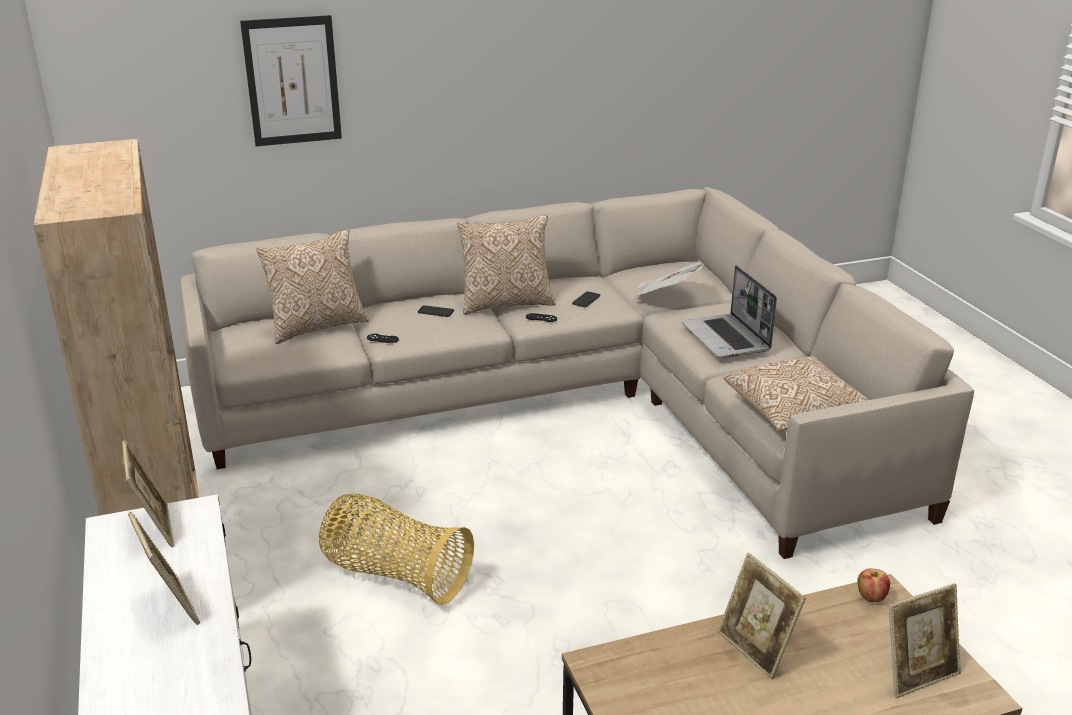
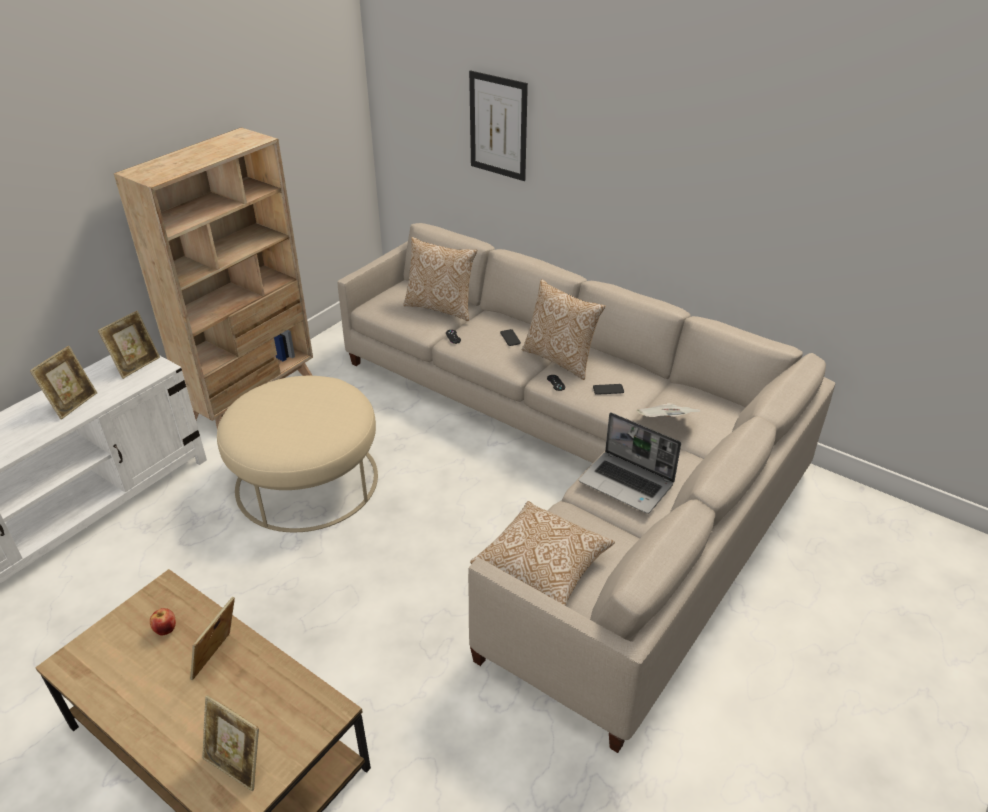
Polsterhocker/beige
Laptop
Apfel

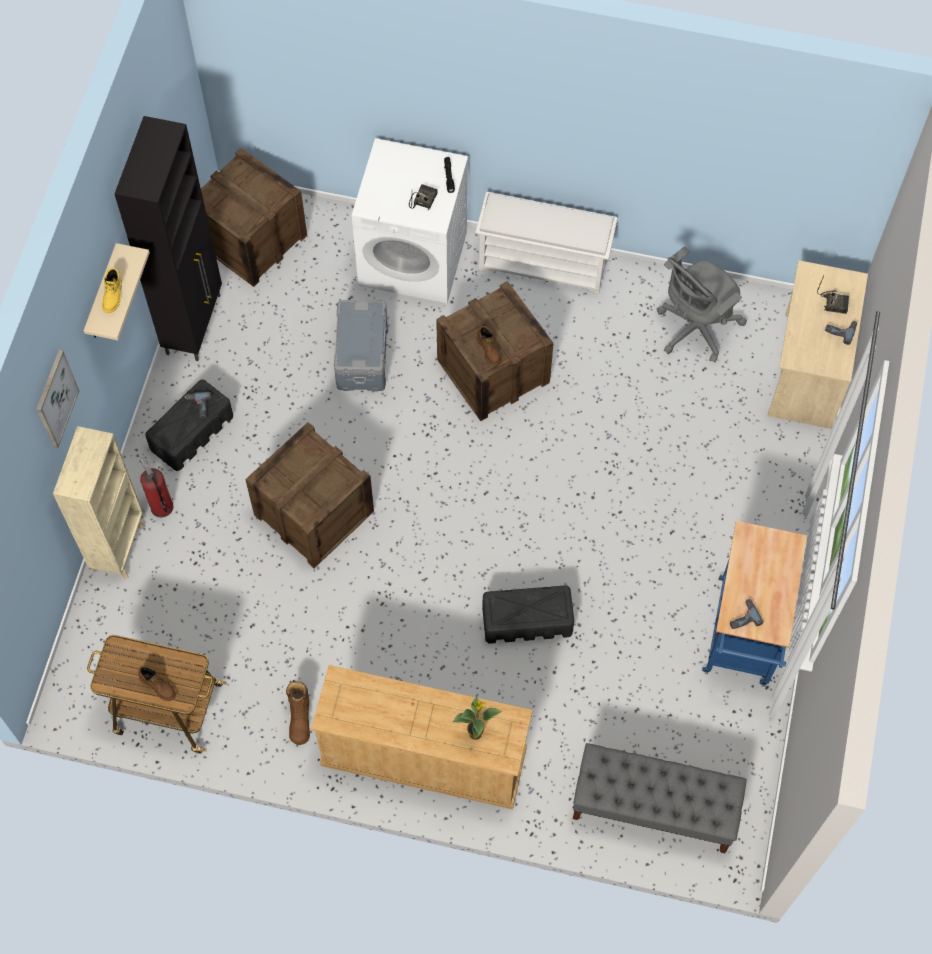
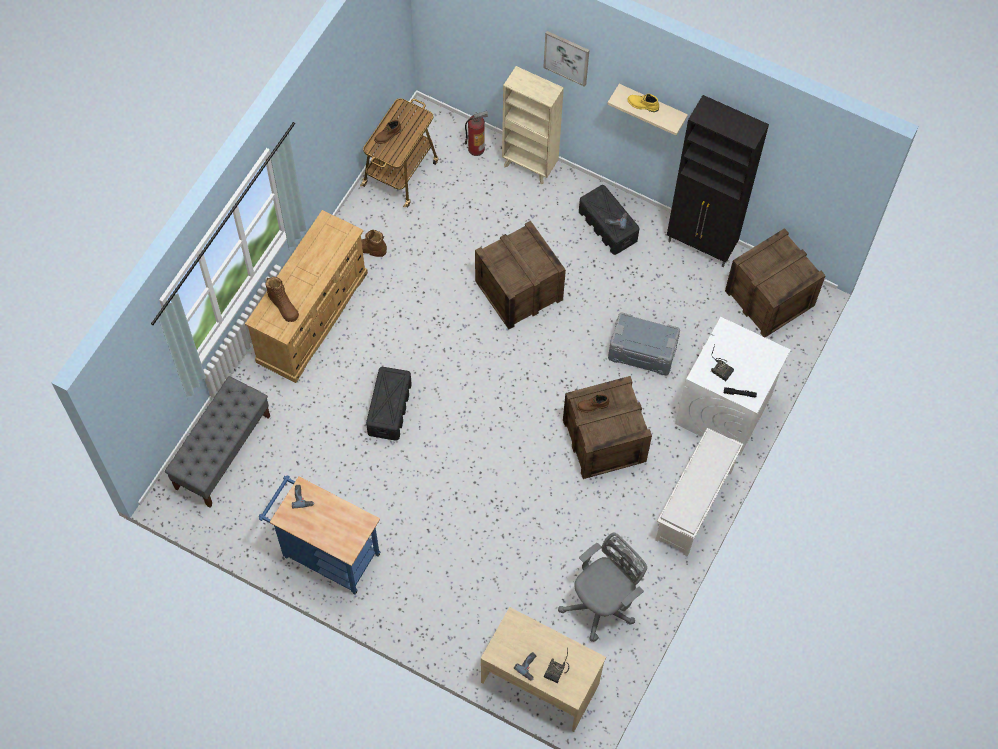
Feuerlöscher
Stiefel/braun (no. 1 from left)
Bürostuhl/grau

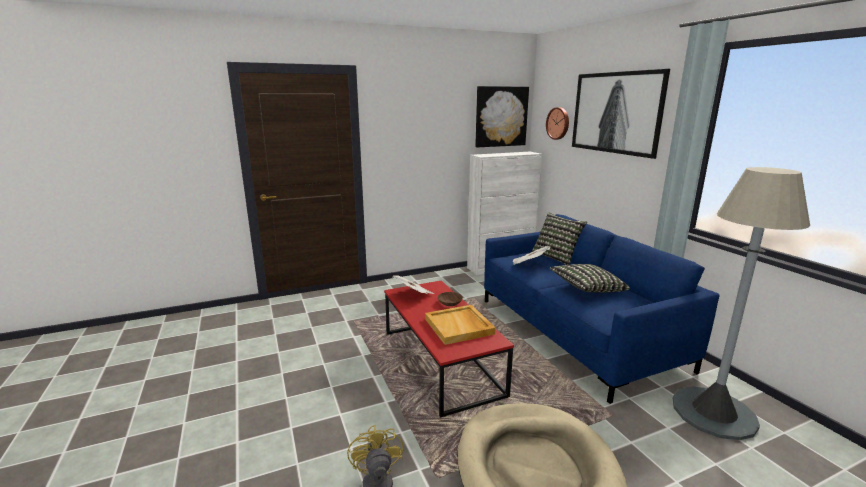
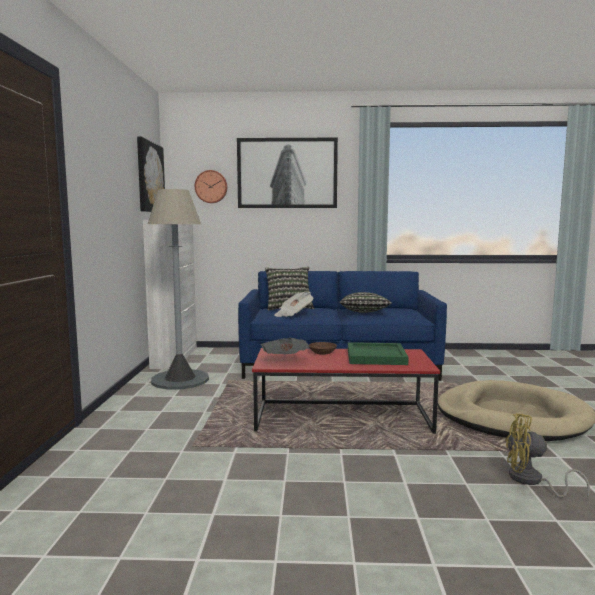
Tablett/grün
Stehlampe/grau

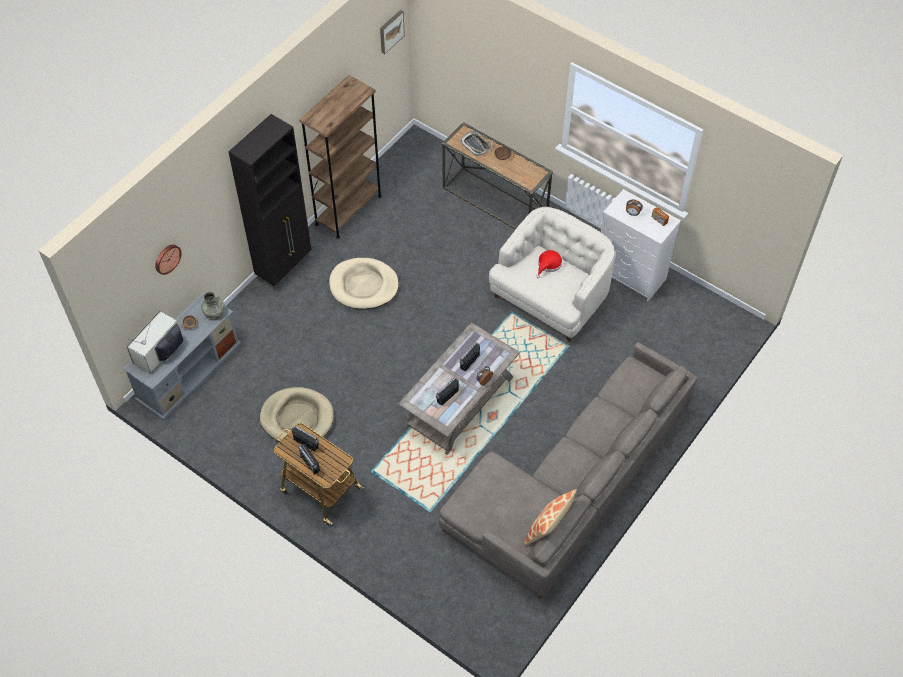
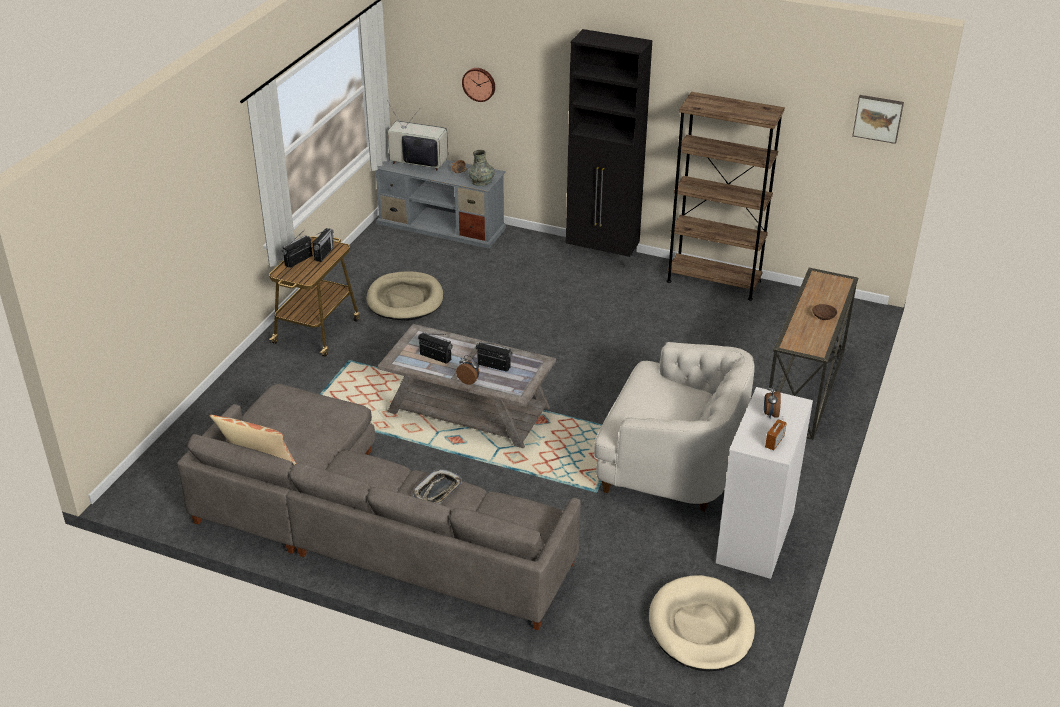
Hundebett/beige (no. 2 from left)
Tablett
Hut/rot

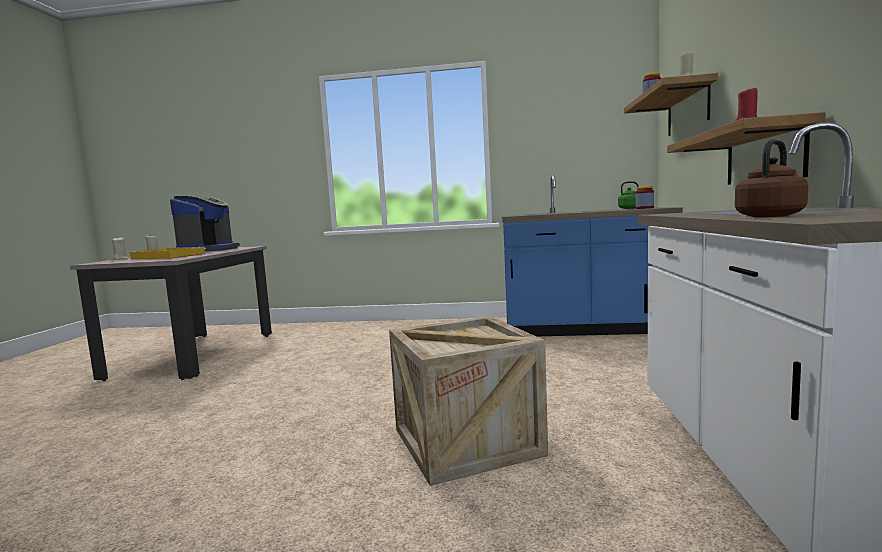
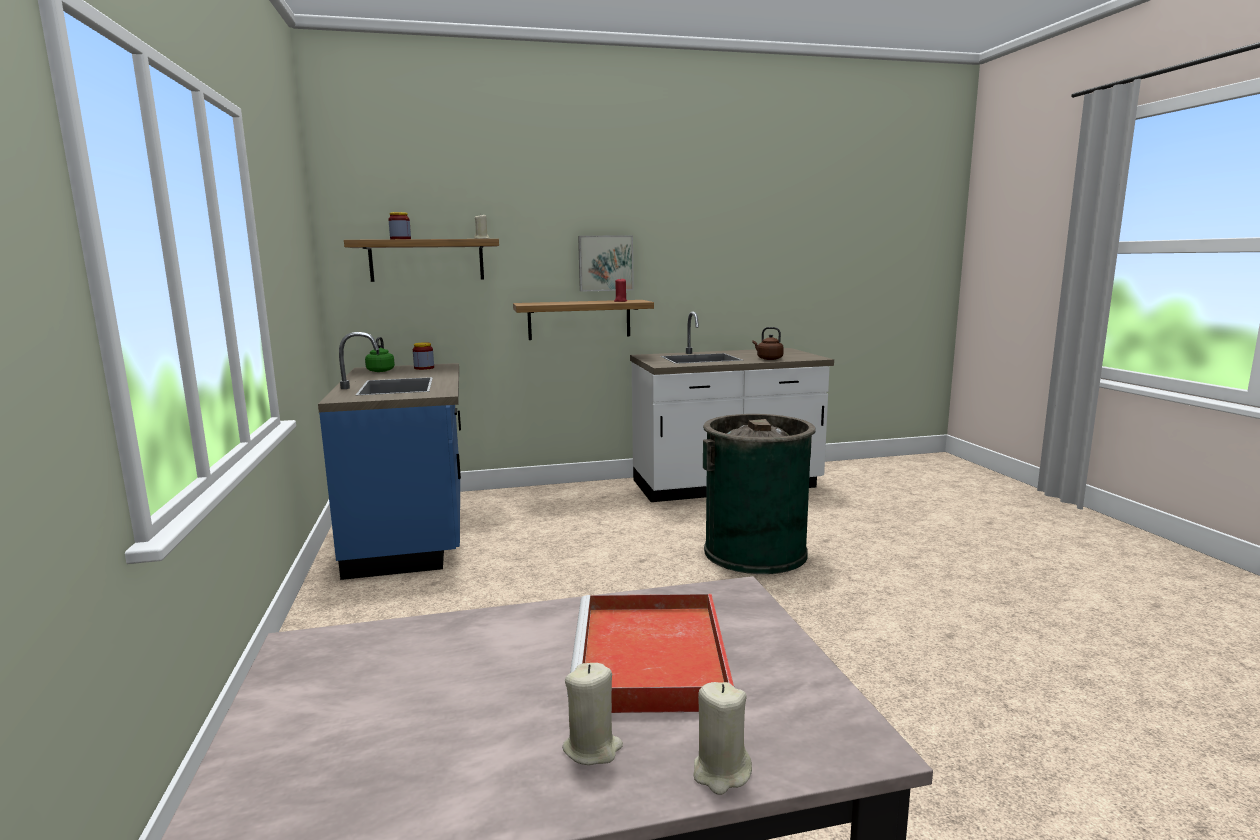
Tablett/rot
Kaffeemaschine
Mülleimer/grün
Bild

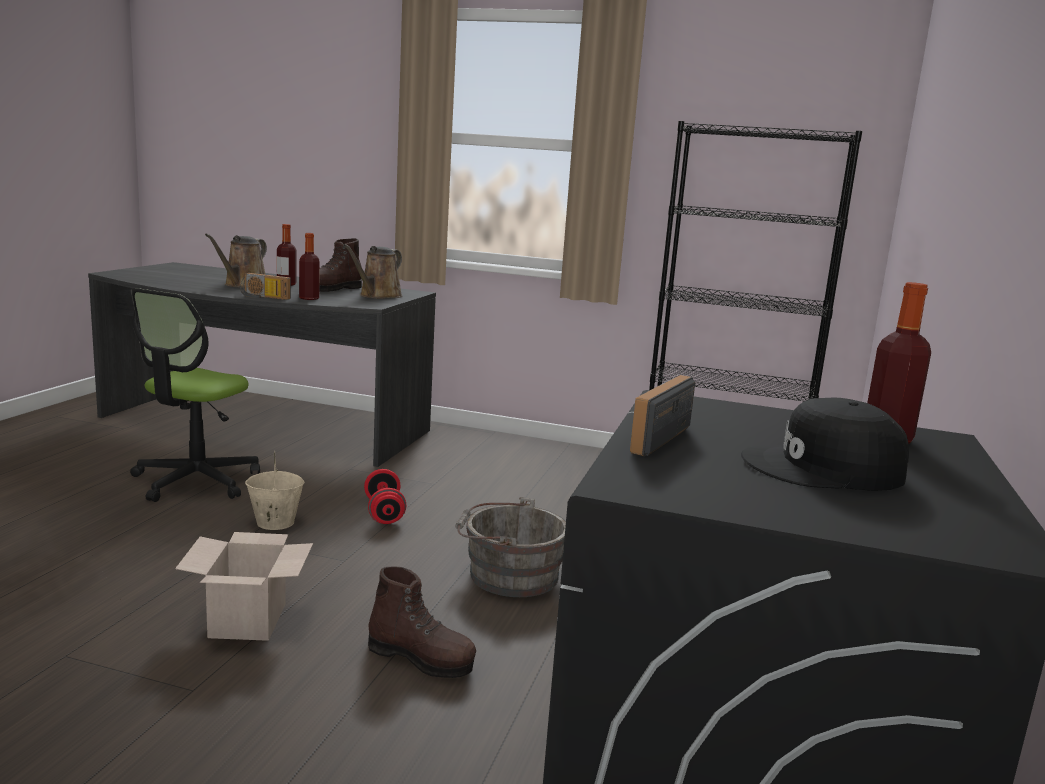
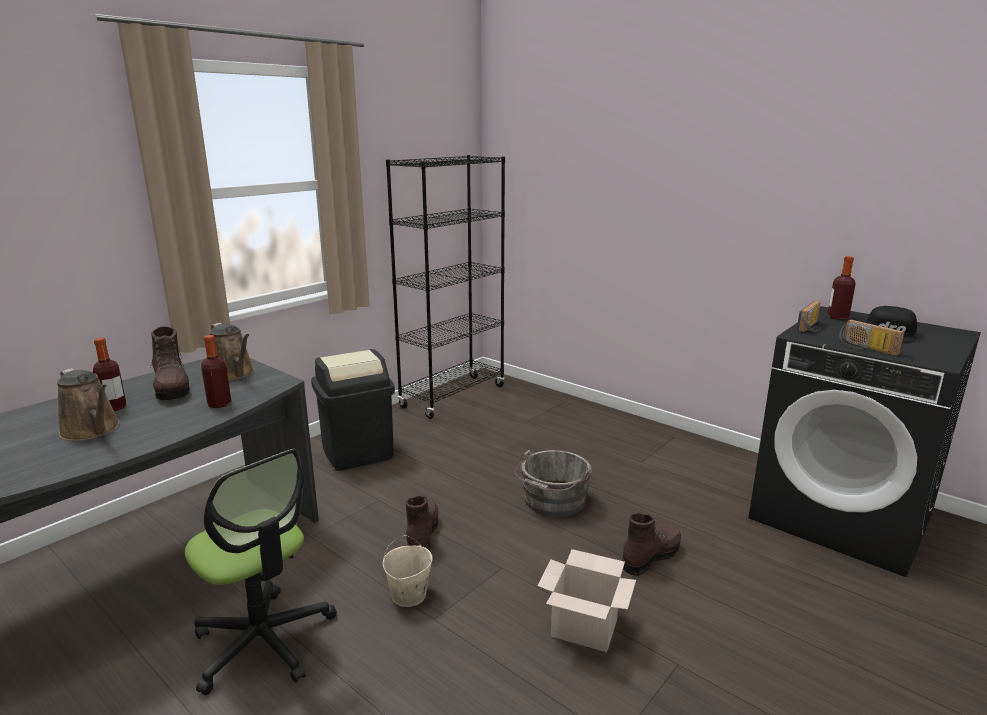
Radio (no. 1 from left)
Stiefel/braun (no. 2 from left)
Mülleimer/schwarz

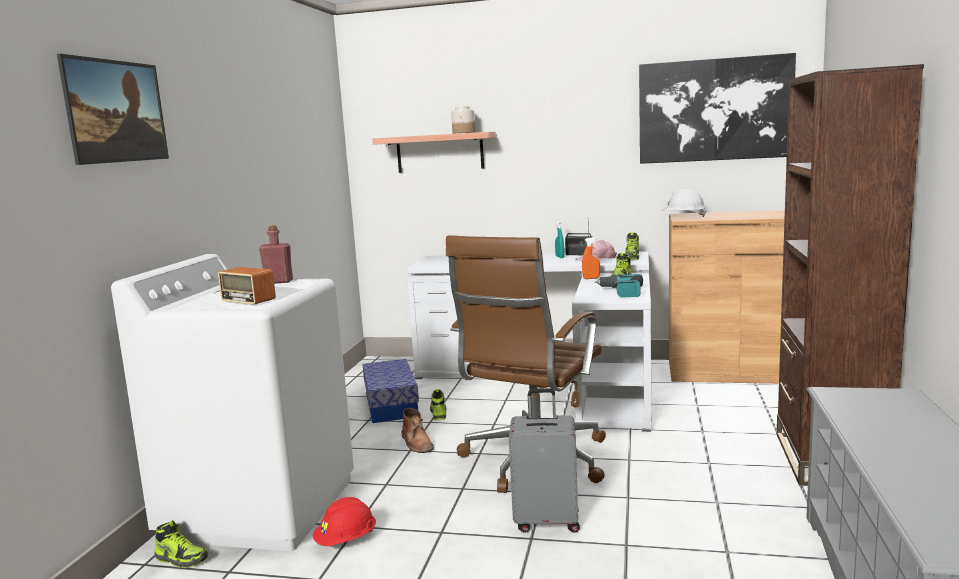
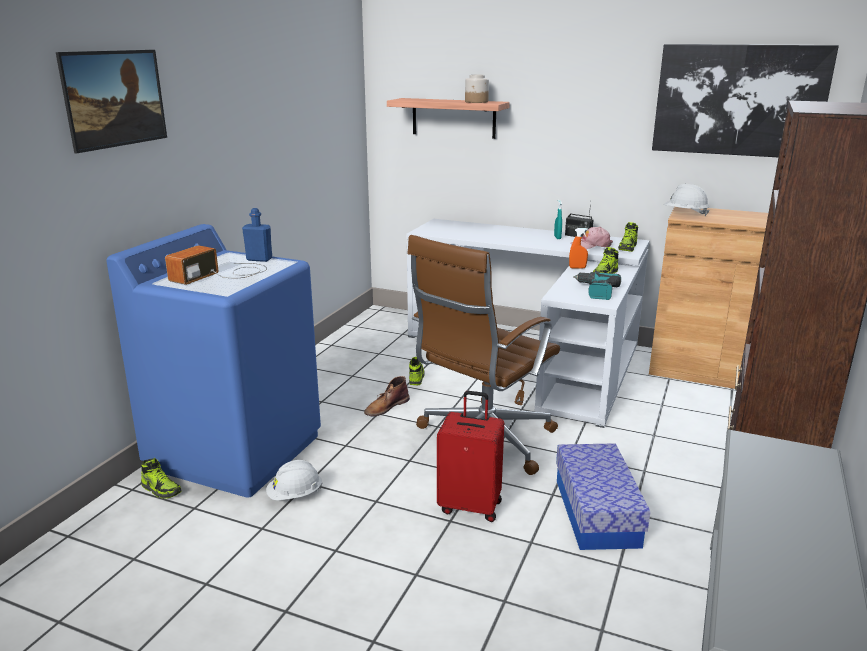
Waschmaschine/blau
Radio (no. 1 from left)
Flasche/blau
Schutzhelm/weiß (no. 1 from left)
Aufbewahrungsbox
Stiefel/braun
Koffer/rot

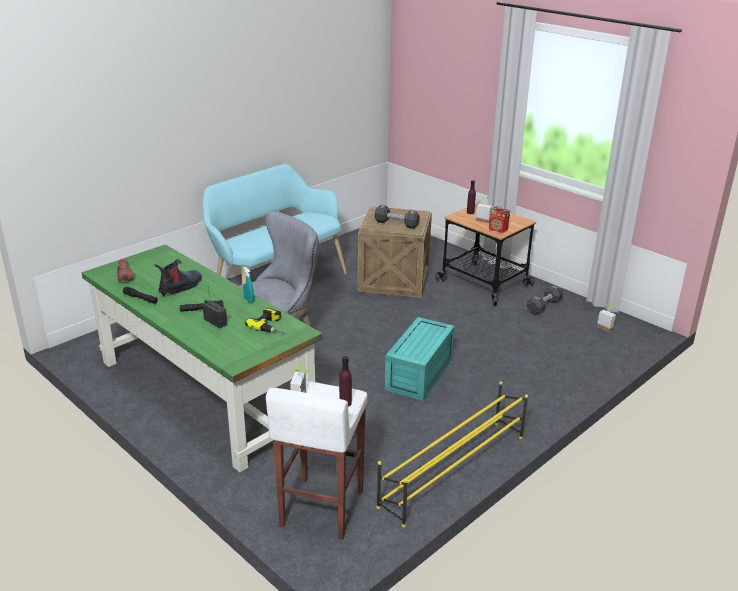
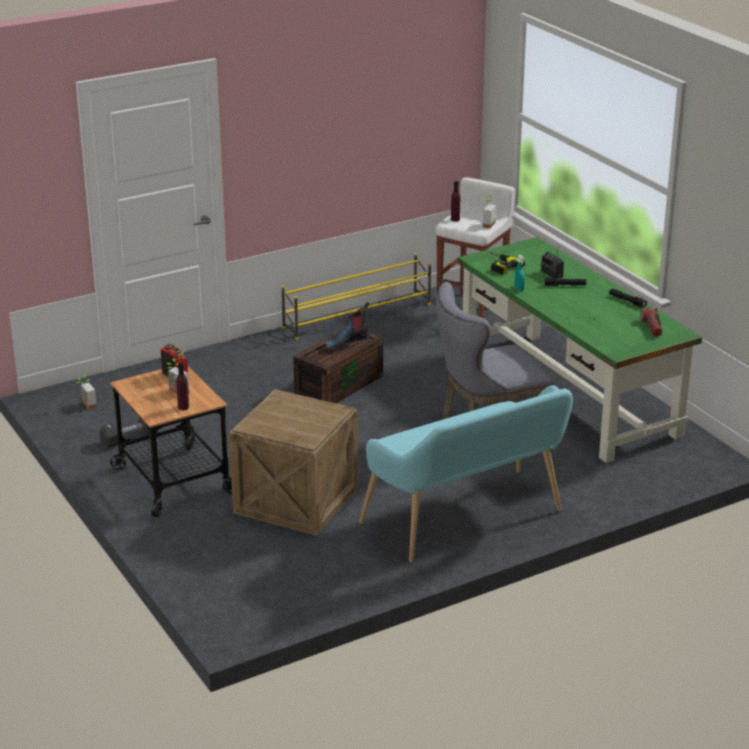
Stiefel
Hantel/schwarz (no. 1 from left in the first image)
Aufbewahrungsbox/braun

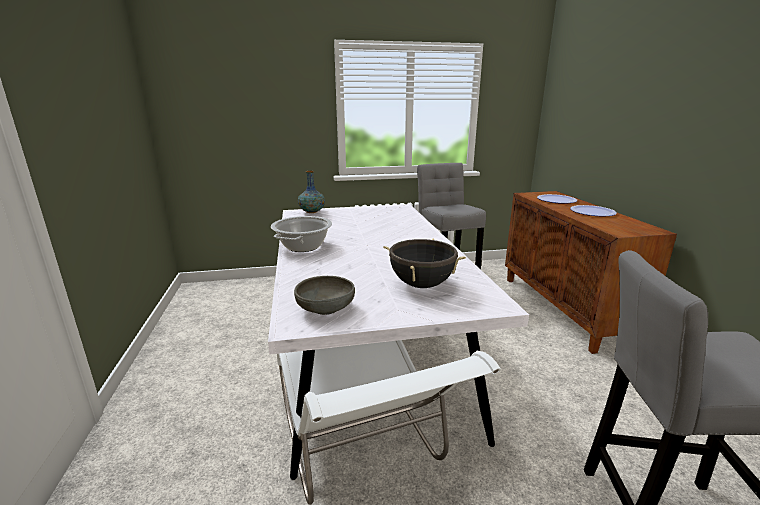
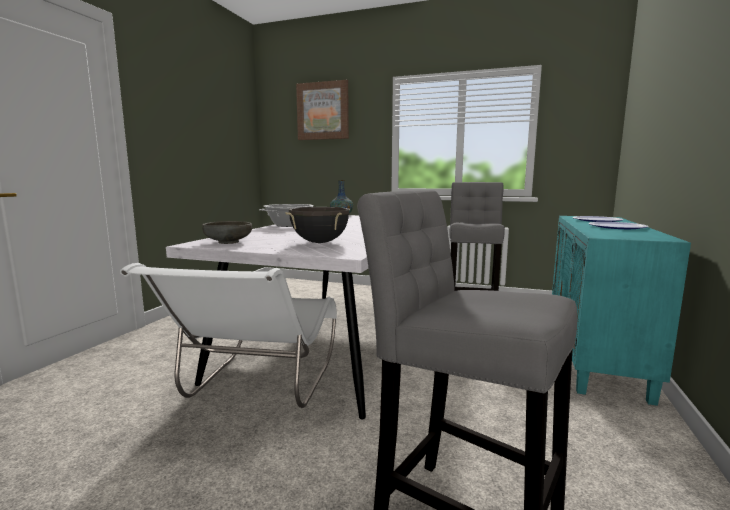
Schrank/türkis
Bild

